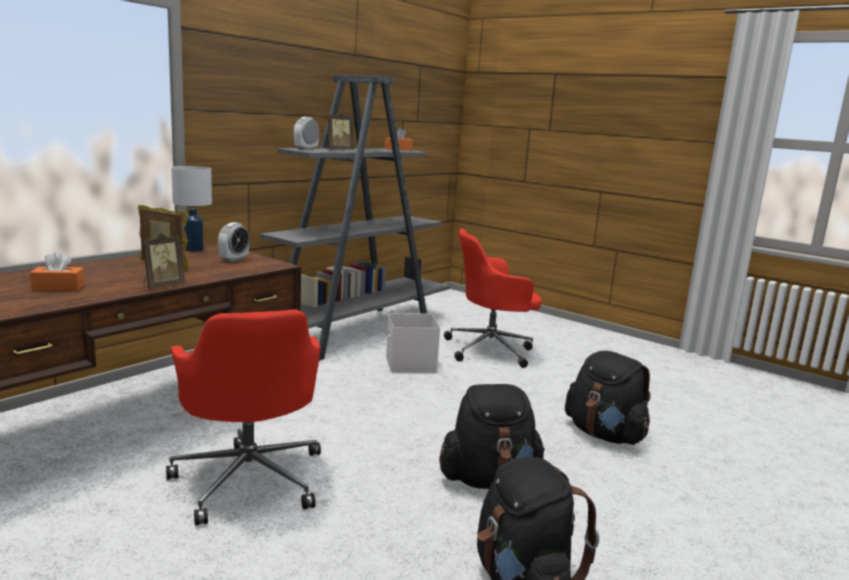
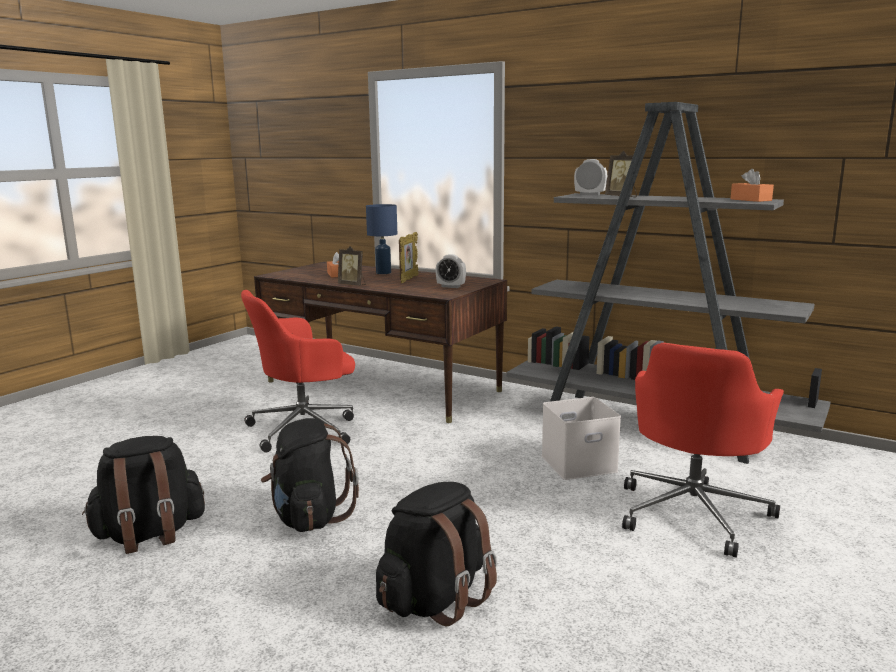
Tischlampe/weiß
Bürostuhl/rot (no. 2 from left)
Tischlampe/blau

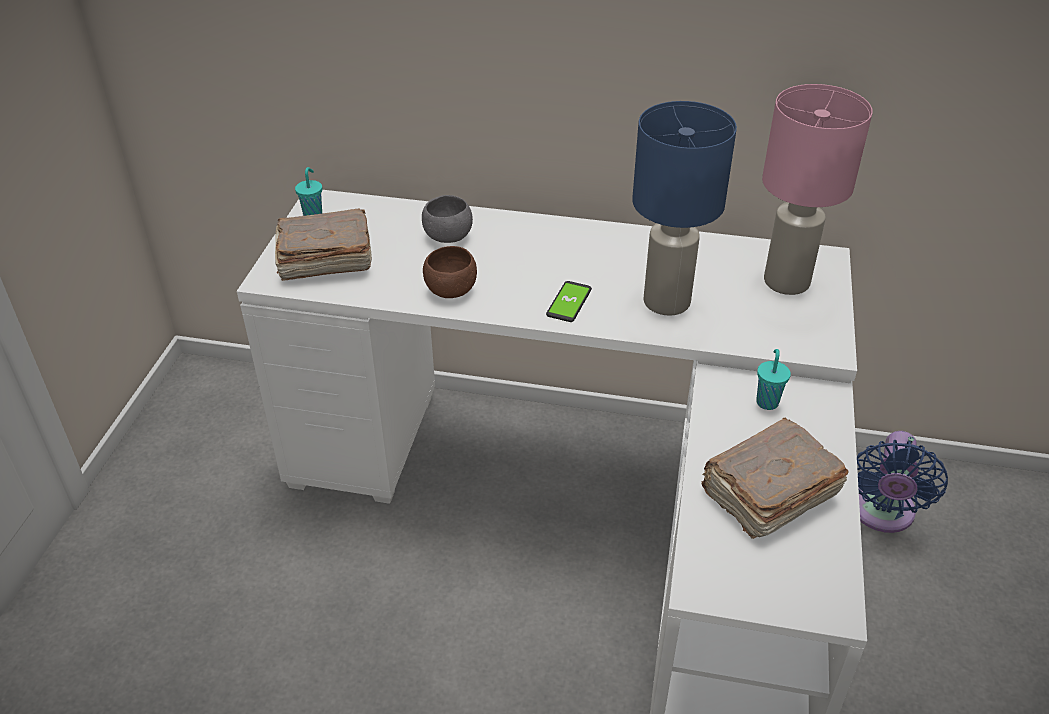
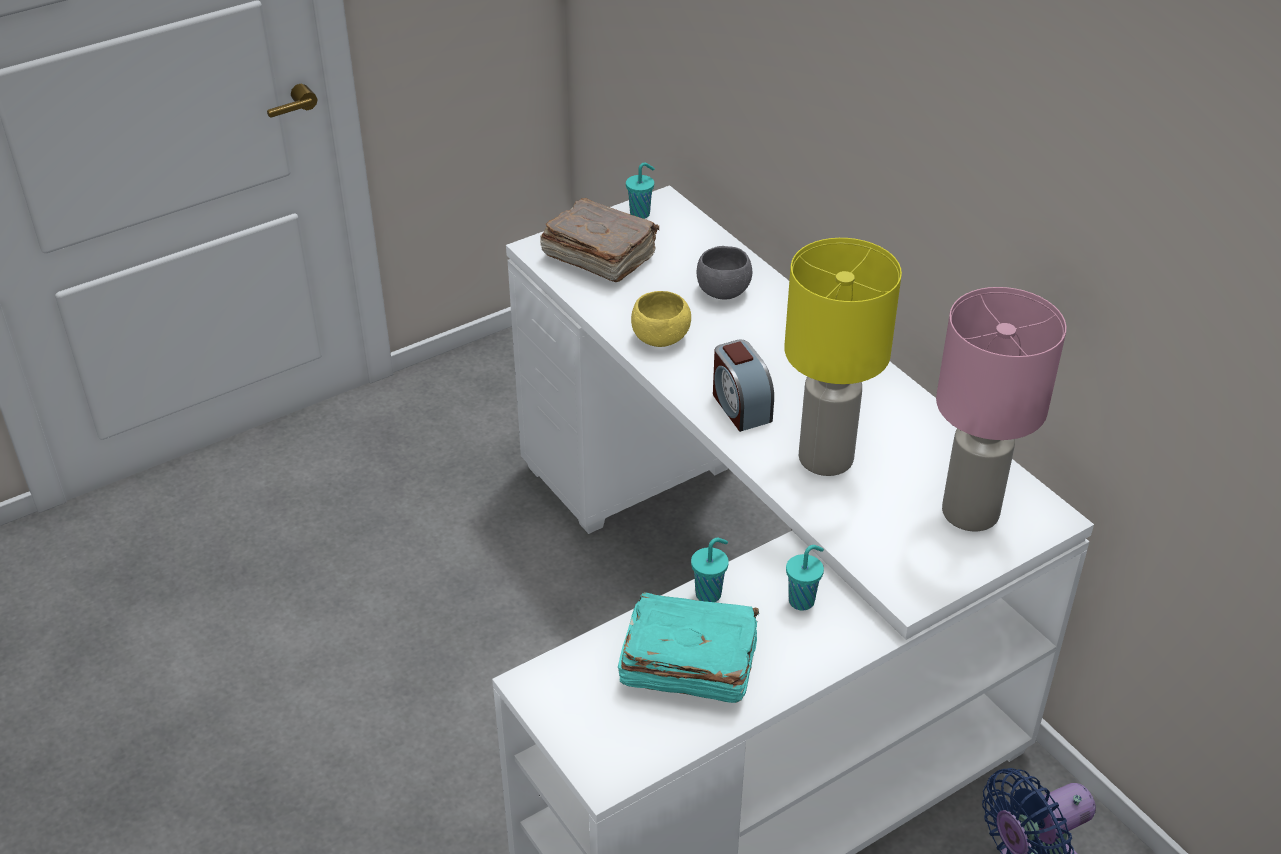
Schüssel/gelb
Wecker
Tischlampe/gelb
Buch/türkis
Tasse/türkis (no. 2 from left)

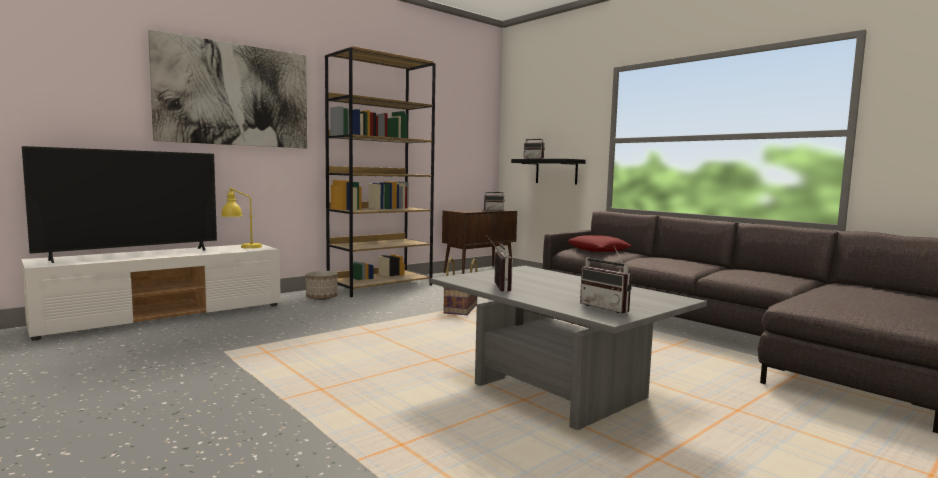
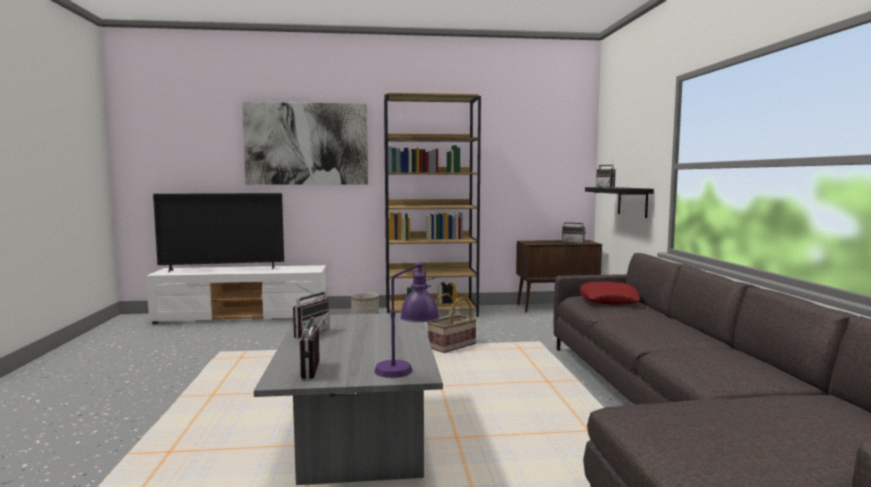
Tischlampe/gelb
Tischlampe/lila

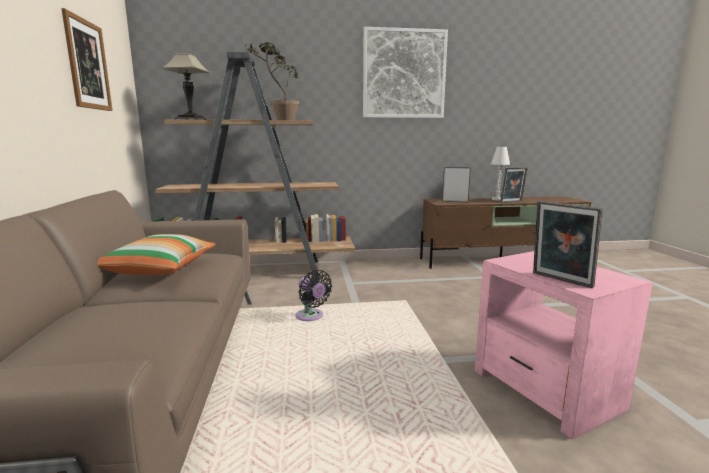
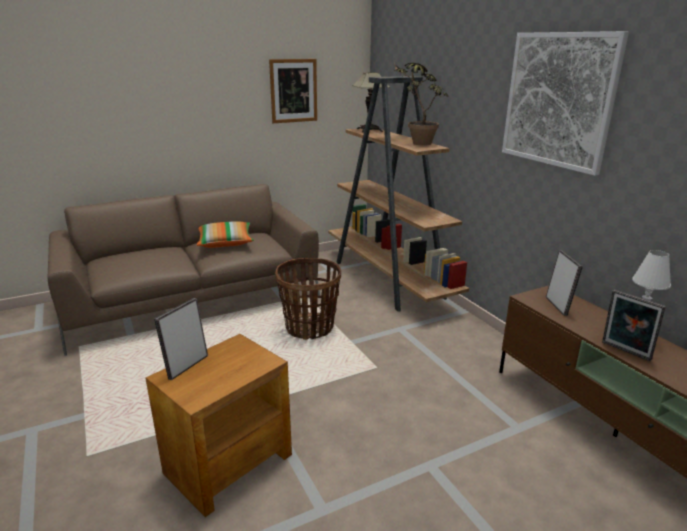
Korb
Beistelltisch/braun

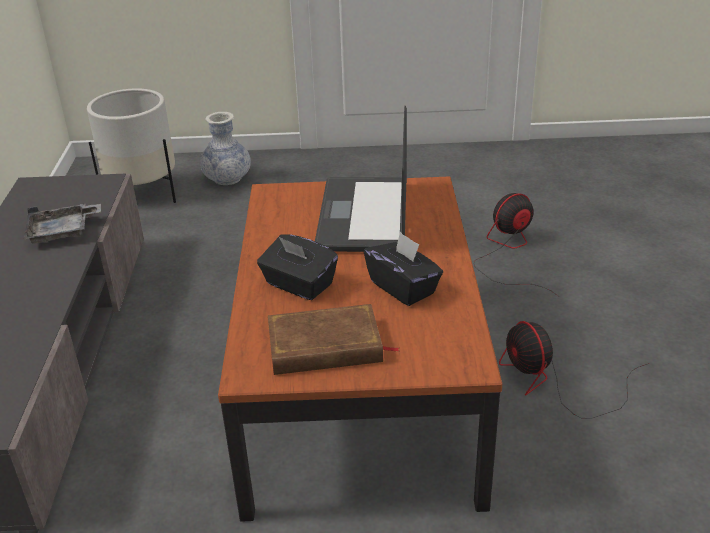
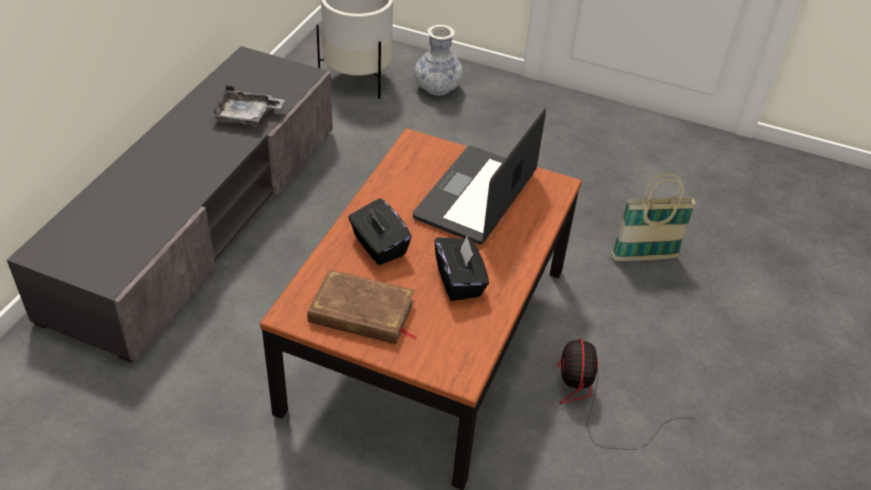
Korb

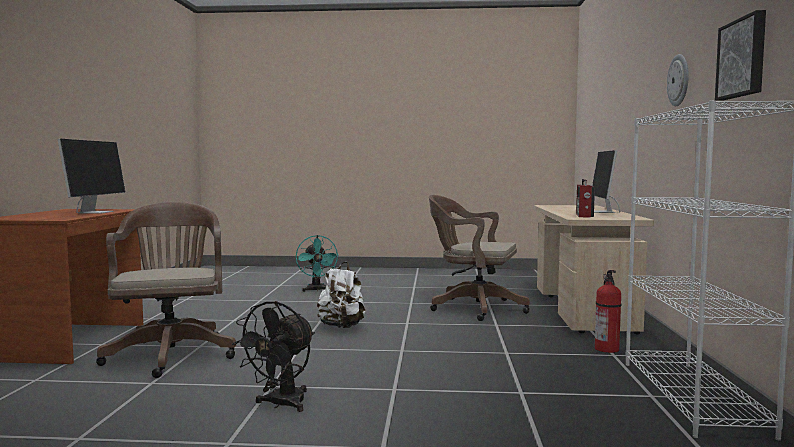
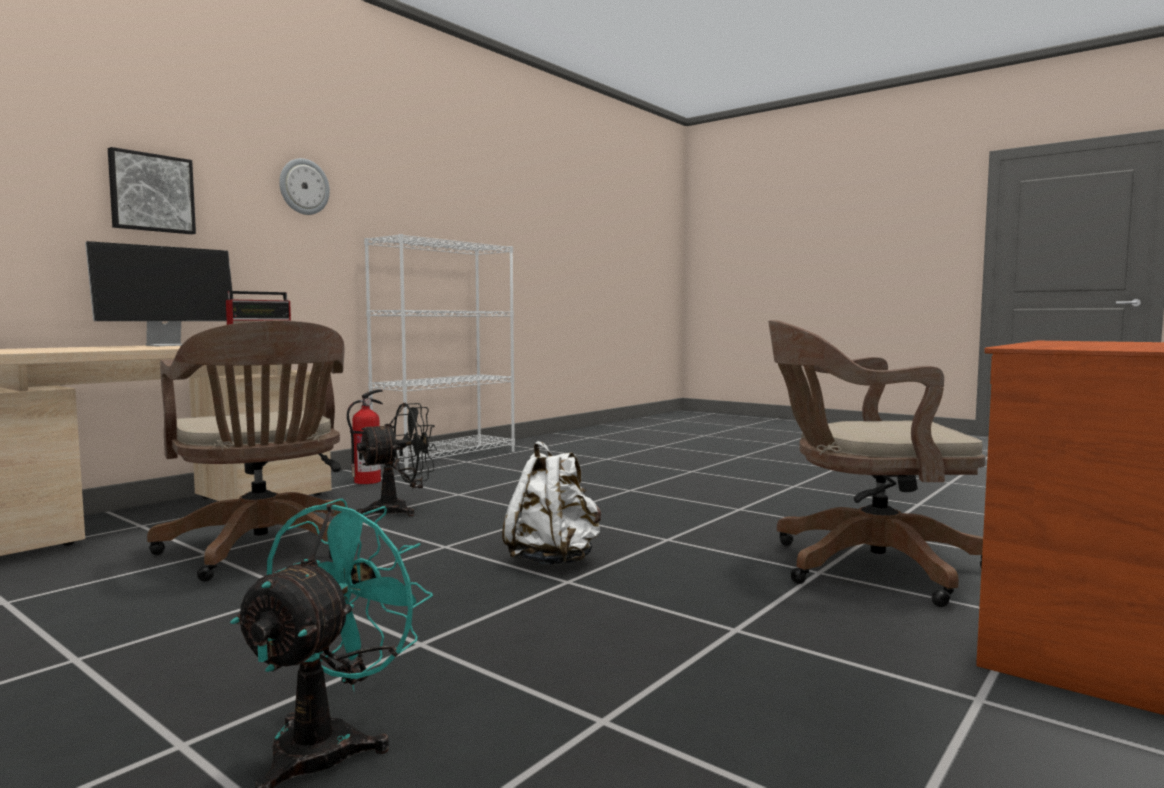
Monitor (no. 1 from left in the first image)
Bürostuhl/braun (no. 2 from left)
Ventilator/schwarz
Bild

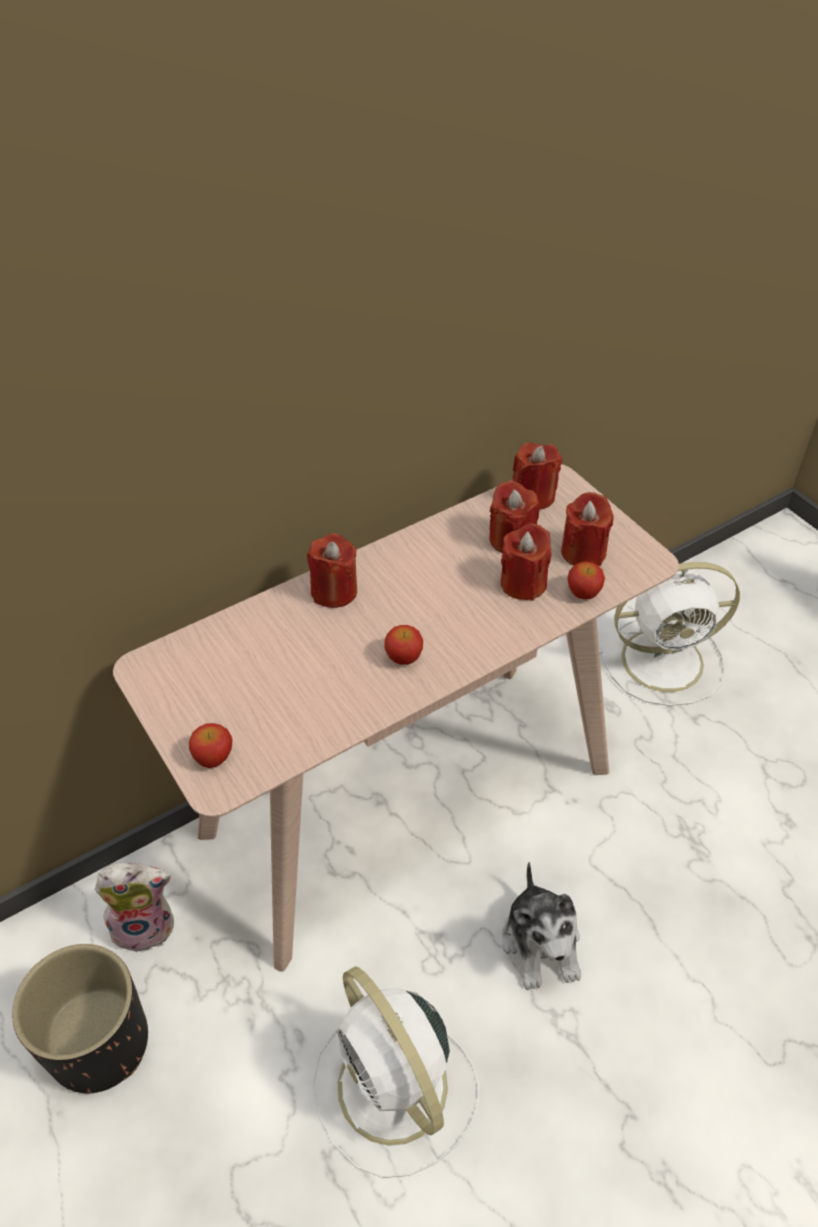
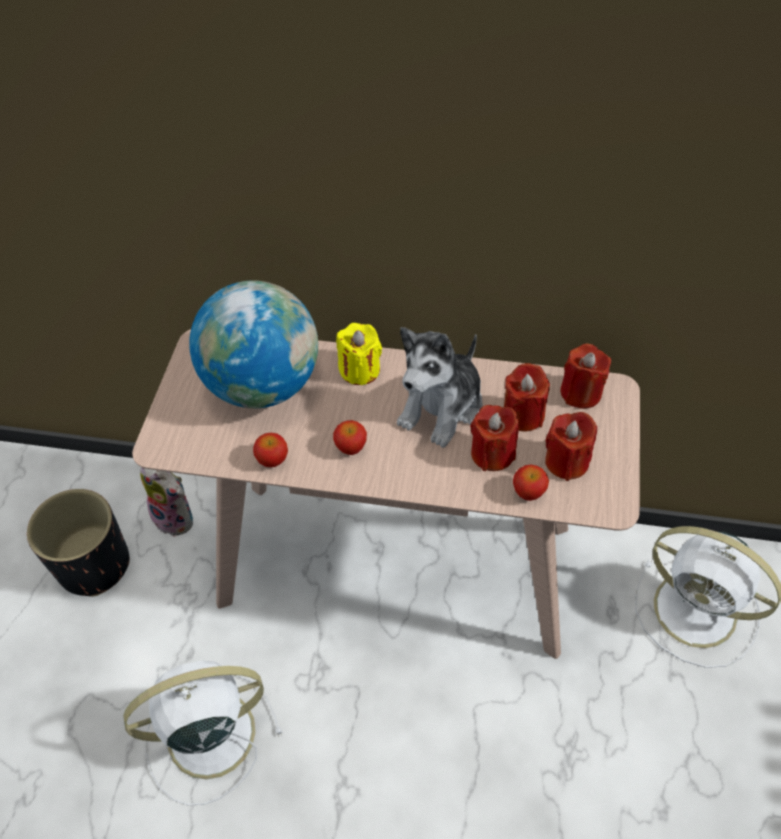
Apfel (no. 1 from left)
Kerze/gelb
Ventilator/weiß (no. 1 from left)
Plüschtier (no. 2 from left)
Globus

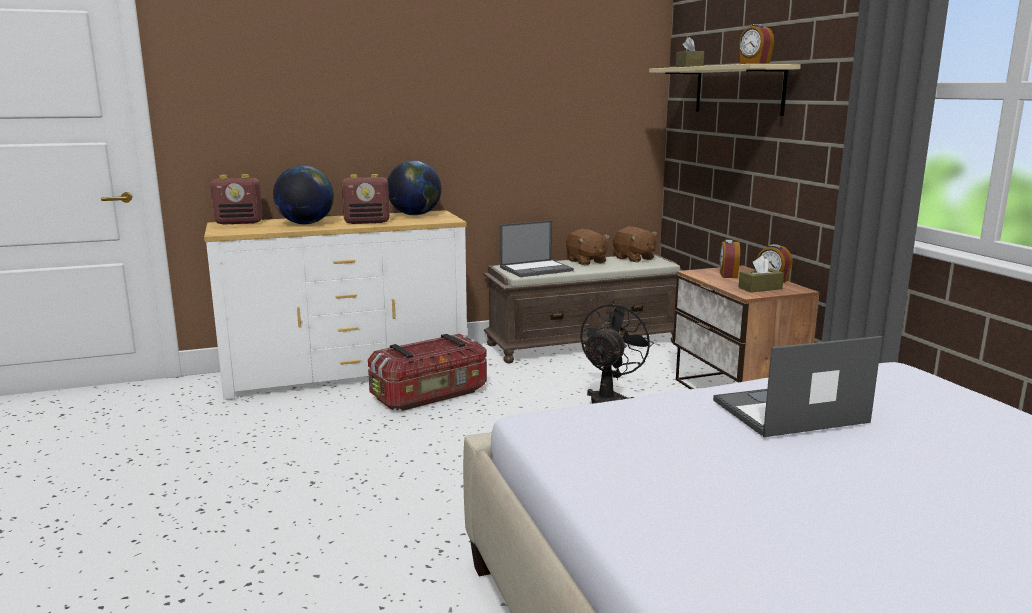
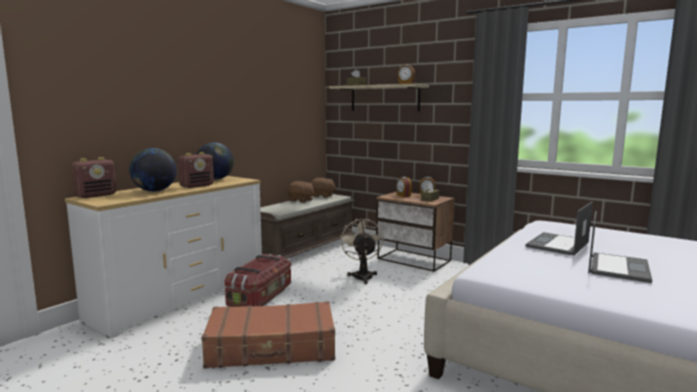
Laptop (no. 2 from left)
Ventilator/beige
Koffer/braun

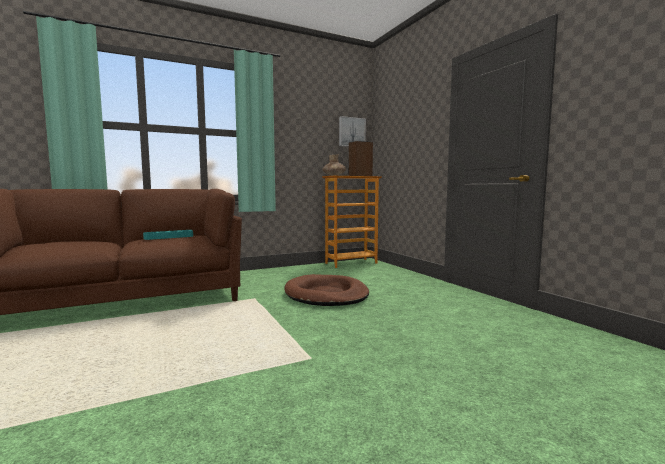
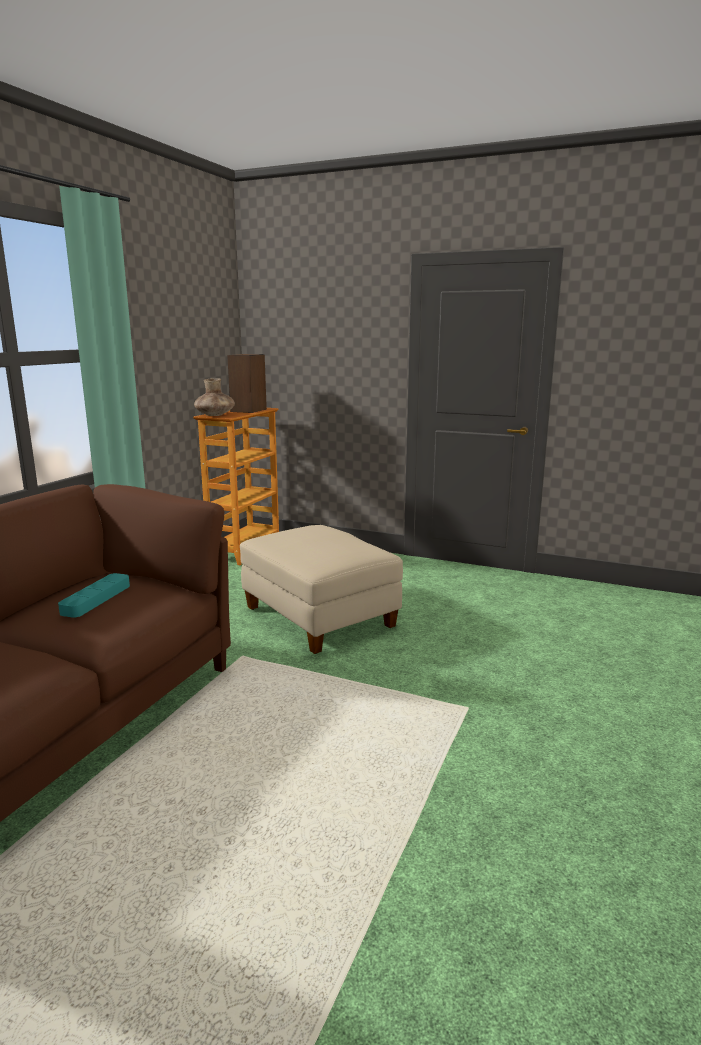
Polsterhocker/beige
Bild

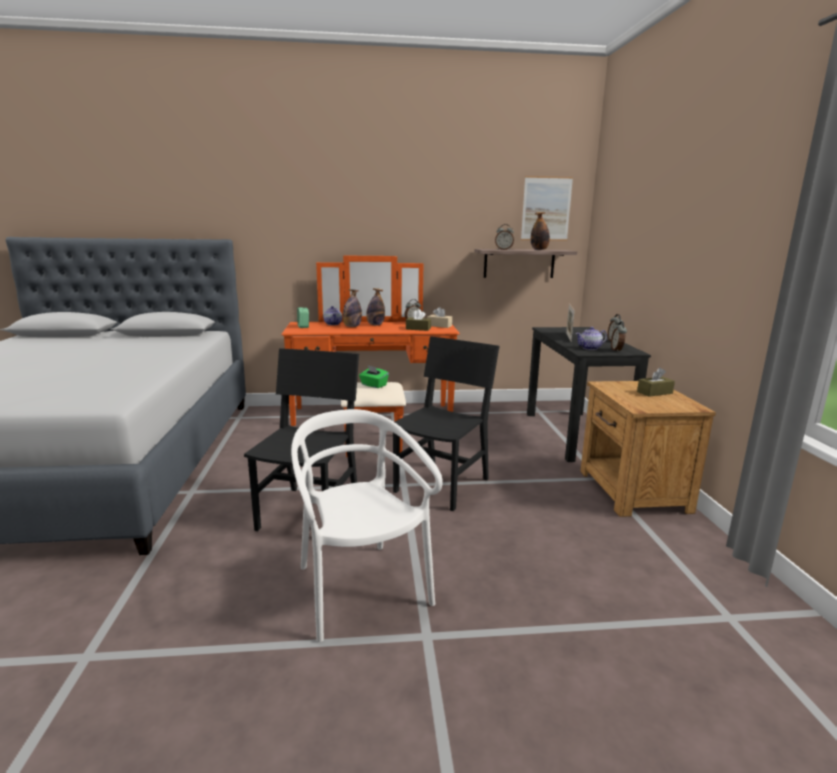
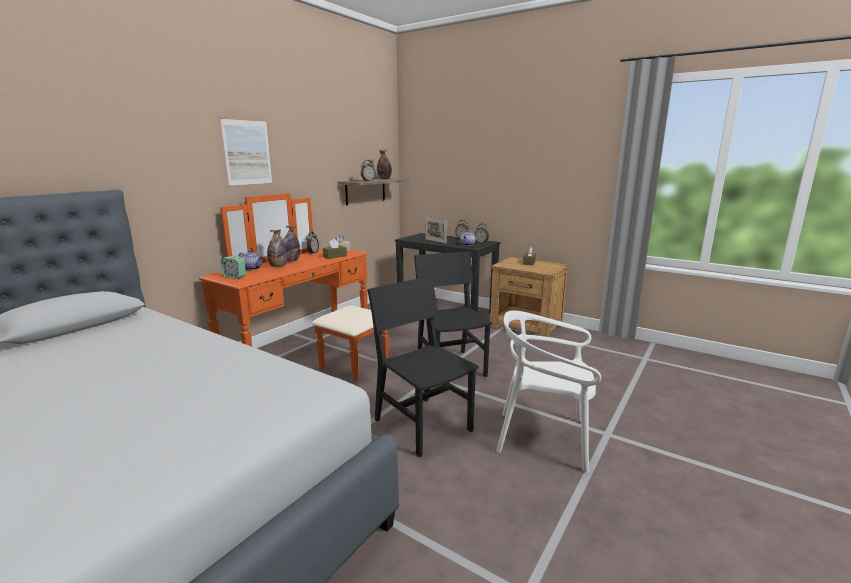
Taschentuchbox/grün
Bild

